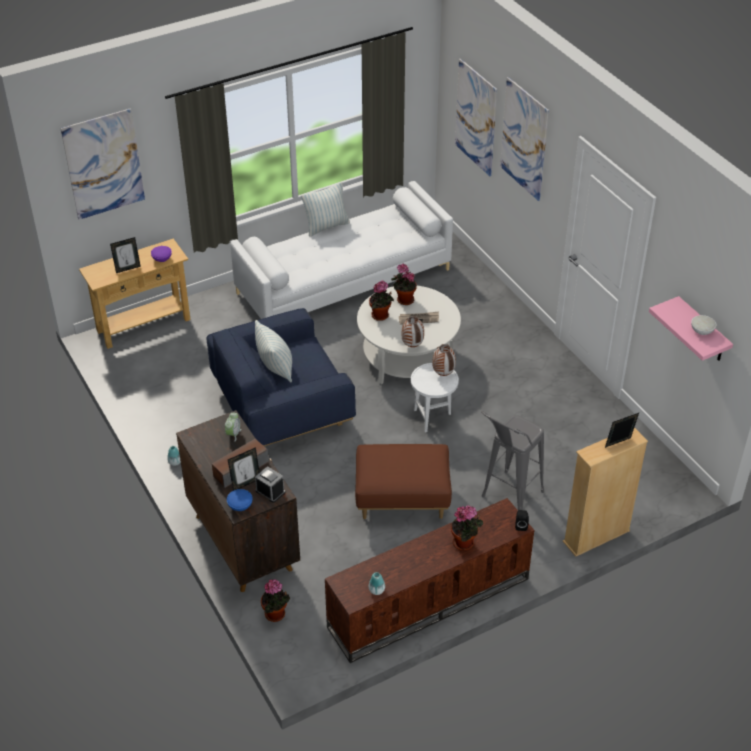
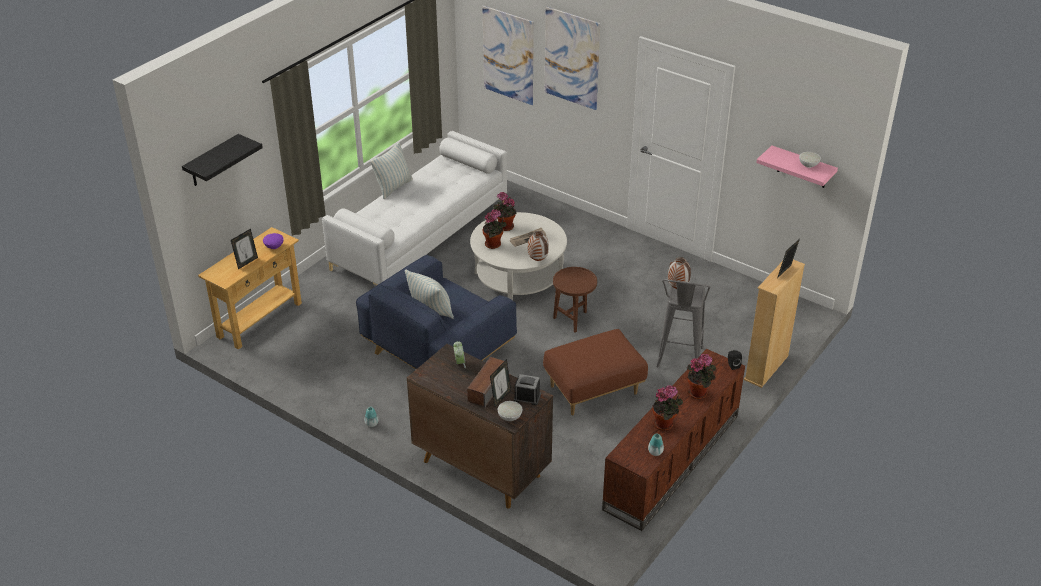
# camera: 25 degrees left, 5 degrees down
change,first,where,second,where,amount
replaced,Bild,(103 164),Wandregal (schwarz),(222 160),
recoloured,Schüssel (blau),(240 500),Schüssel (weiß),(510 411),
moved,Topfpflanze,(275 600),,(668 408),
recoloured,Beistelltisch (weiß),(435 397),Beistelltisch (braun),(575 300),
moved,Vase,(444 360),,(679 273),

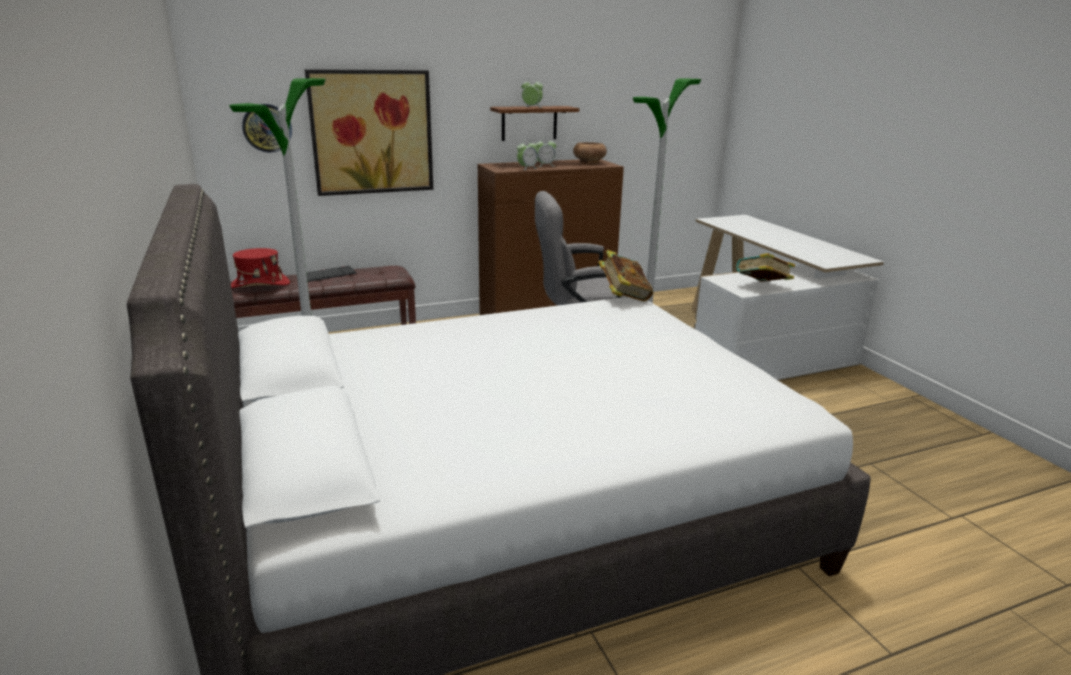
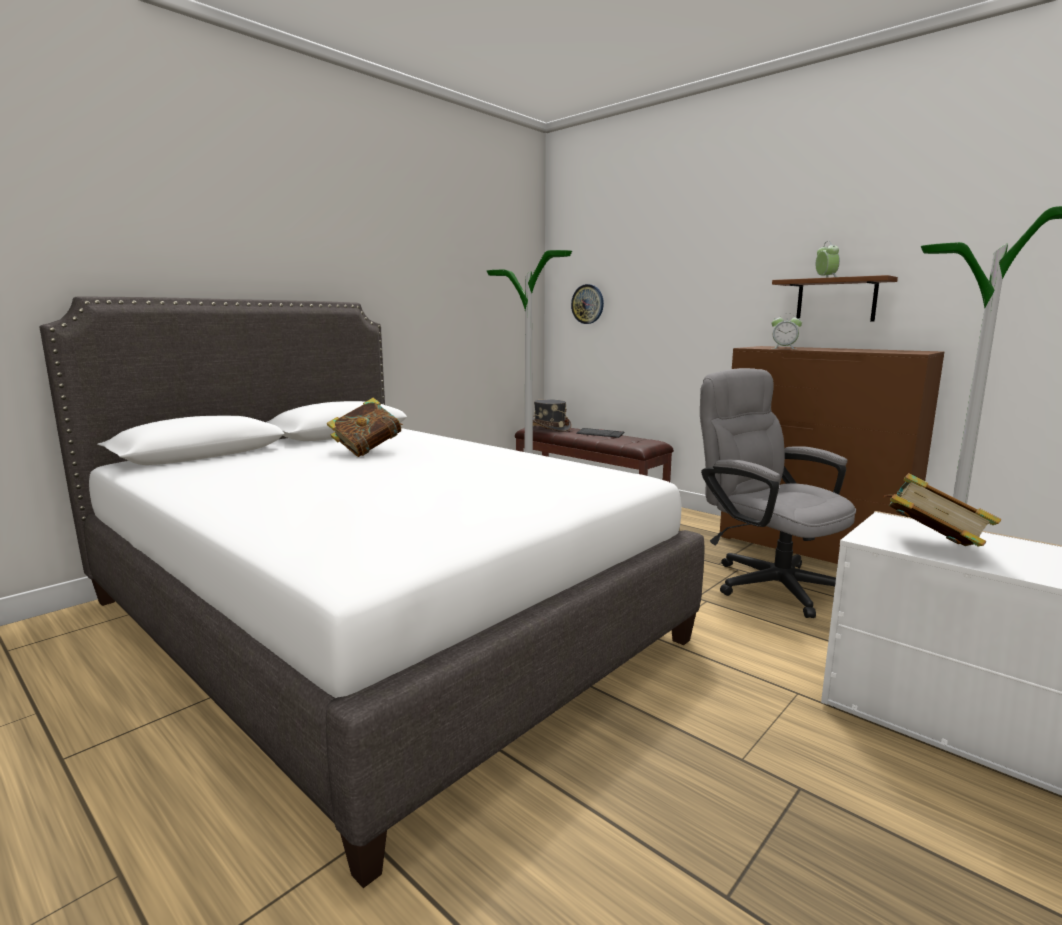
# camera: 65 degrees right, 10 degrees down
change,first,where,second,where,amount
recoloured,Hut (rot),(260 268),Hut (grau),(552 415),
removed,Bild,(369 132),,,
removed,Wecker,(546 152),,,
removed,Schüssel (braun),(590 153),,,
moved,Buch,(626 276),,(365 427),

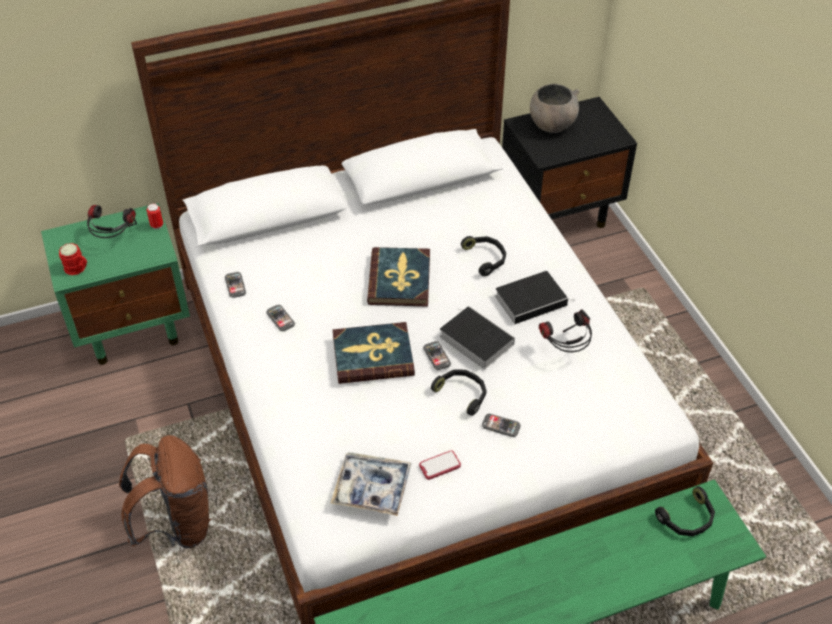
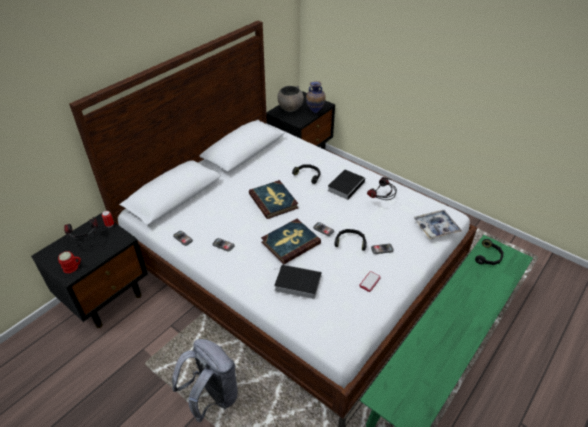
# camera: 30 degrees left, 5 degrees down
change,first,where,second,where,amount
recoloured,Nachttisch (grün),(115 284),Nachttisch (schwarz),(89 270),
recoloured,Rucksack (braun),(165 491),Rucksack (grau),(205 380),
moved,Tablett,(371 484),,(438 224),
moved,Buch,(477 337),,(297 281),
added,,,Vase,(316 97),

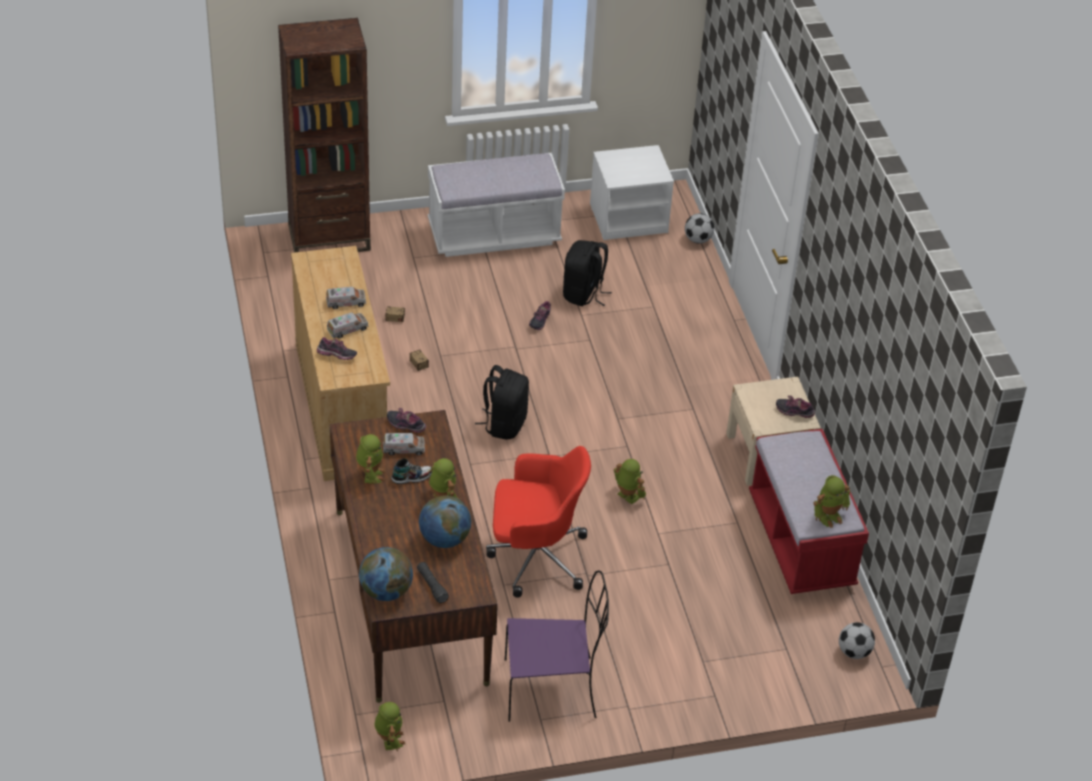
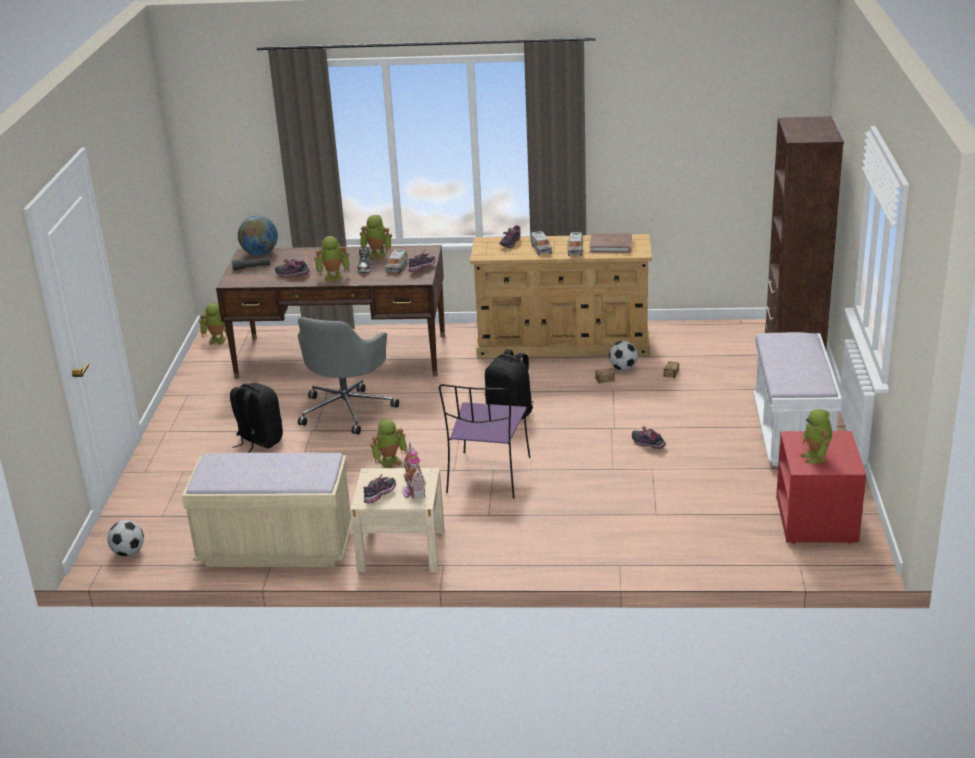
# camera: 110 degrees right, 15 degrees down
change,first,where,second,where,amount
replaced,Globus,(445 521),Schuh,(292 268),
recoloured,Bürostuhl (rot),(538 522),Bürostuhl (grau),(348 375),
moved,Stuhl (lila),(557 646),,(484 441),
moved,Rucksack (schwarz),(587 273),,(256 418),
recoloured,Nachttisch (weiß),(632 192),Nachttisch (rot),(821 487),
moved,Fußball,(699 228),,(623 356),
recoloured,Bank (rot),(809 511),Bank (beige),(267 510),
moved,Spielzeugroboter,(831 501),,(816 436),
added,,,Spielzeughaus,(414 470),
added,,,Buch (braun),(611 243),

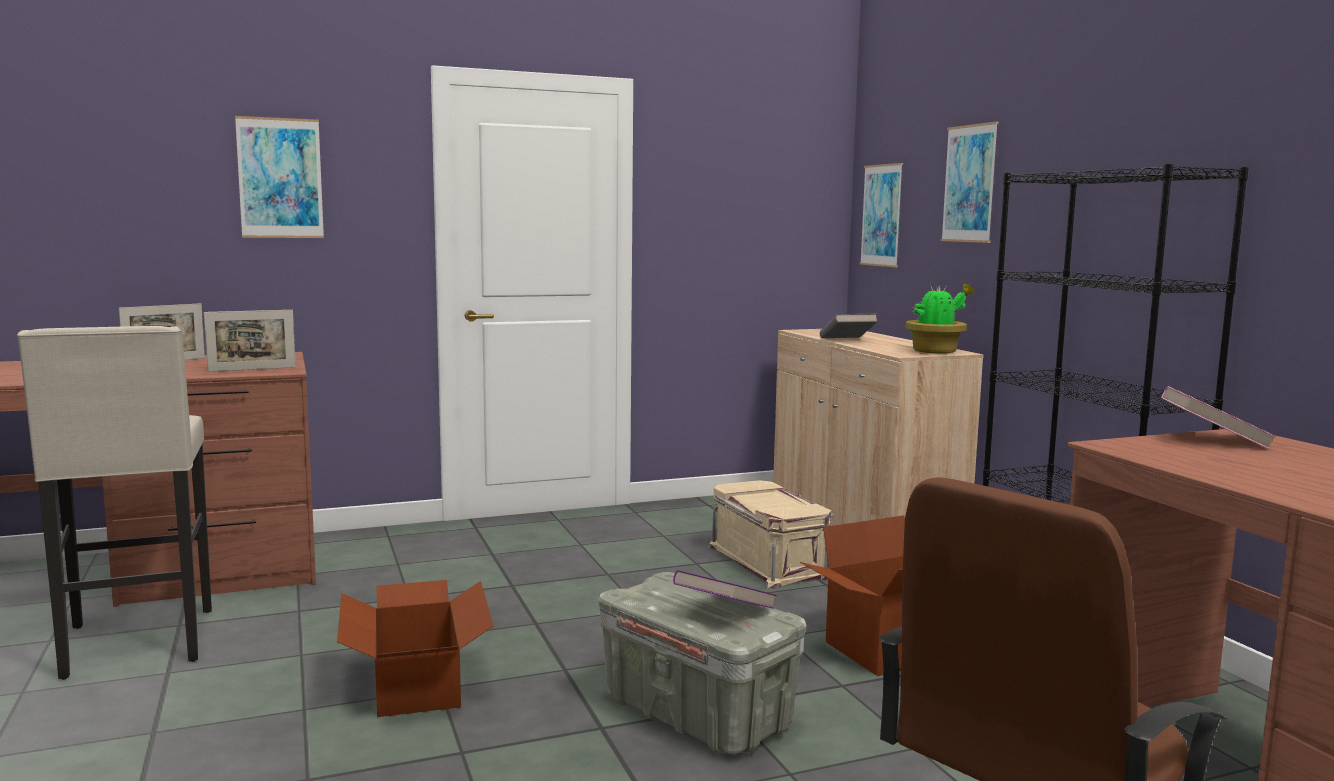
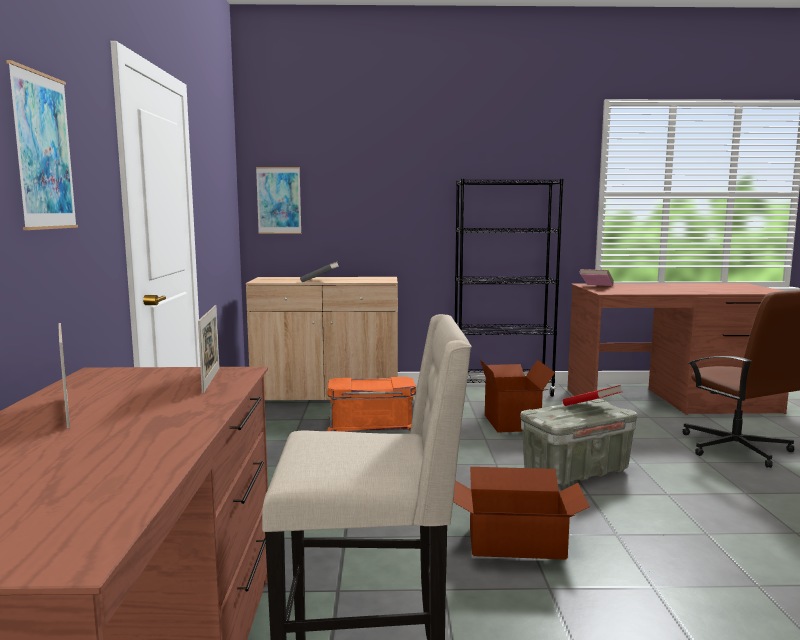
# camera: 70 degrees left, 0 degrees up
change,first,where,second,where,amount
recoloured,Buch (lila),(725 589),Buch (rot),(592 395),
recoloured,Aufbewahrungsbox (beige),(770 535),Aufbewahrungsbox (orange),(371 404),
removed,Topfpflanze,(940 318),,,
removed,Bild,(970 182),,,

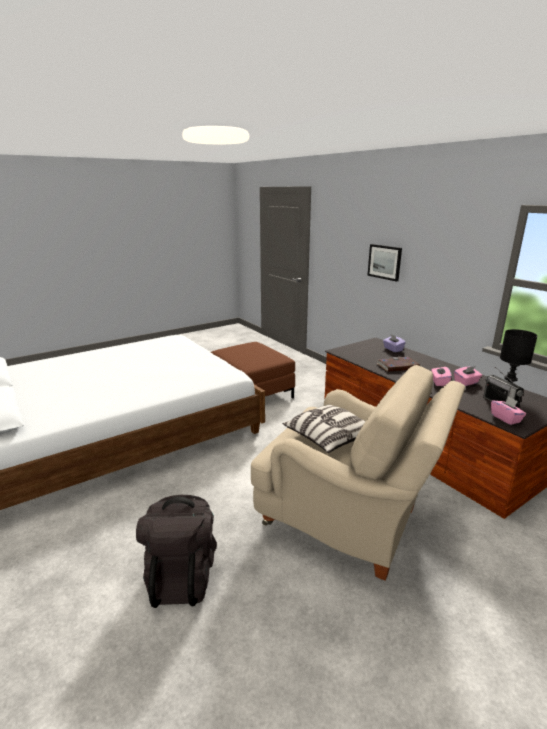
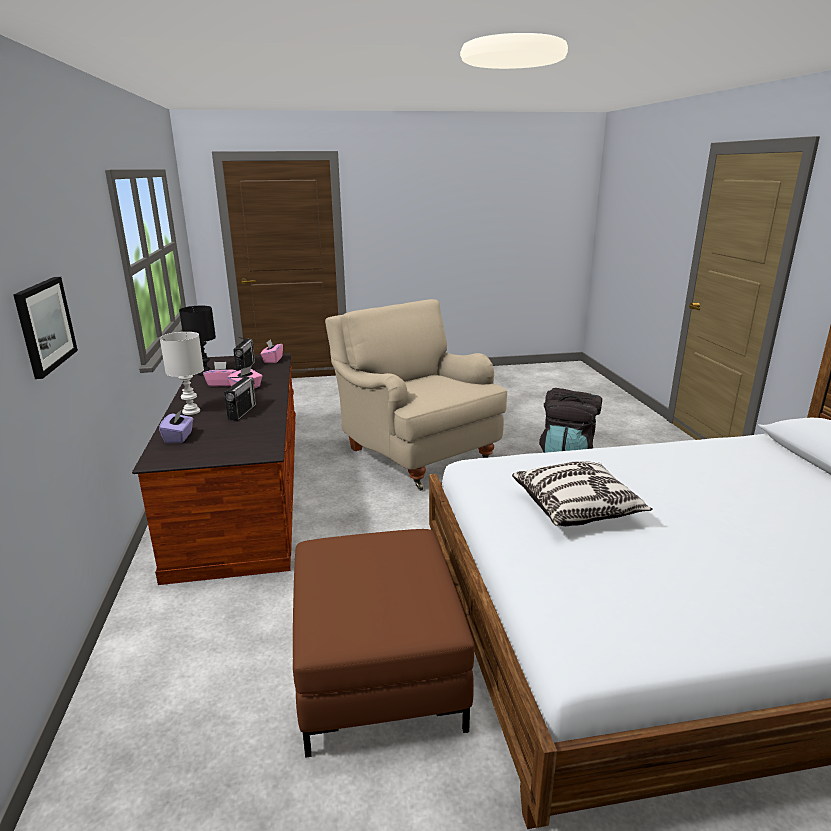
# camera: 155 degrees left, 0 degrees up
change,first,where,second,where,amount
moved,Kissen,(324 428),,(582 493),
replaced,Buch,(398 364),Radio,(240 398),
added,,,Tischlampe (weiß),(182 373),

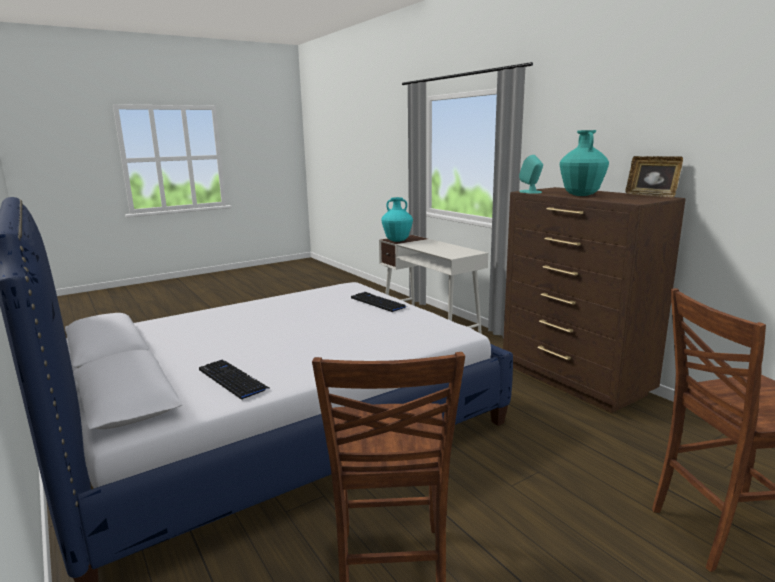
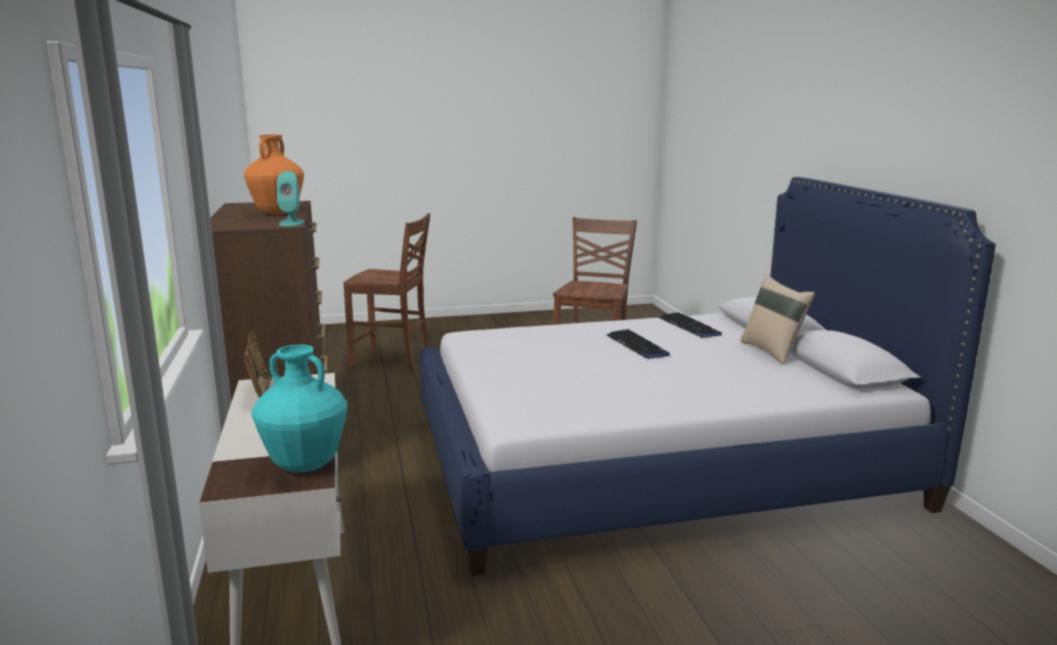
# camera: 160 degrees left, 0 degrees up
change,first,where,second,where,amount
moved,Tastatur,(378 302),,(638 344),
recoloured,Vase (türkis),(584 163),Vase (orange),(274 175),
moved,Bilderrahmen,(654 176),,(258 363),
added,,,Kissen (beige),(777 320),

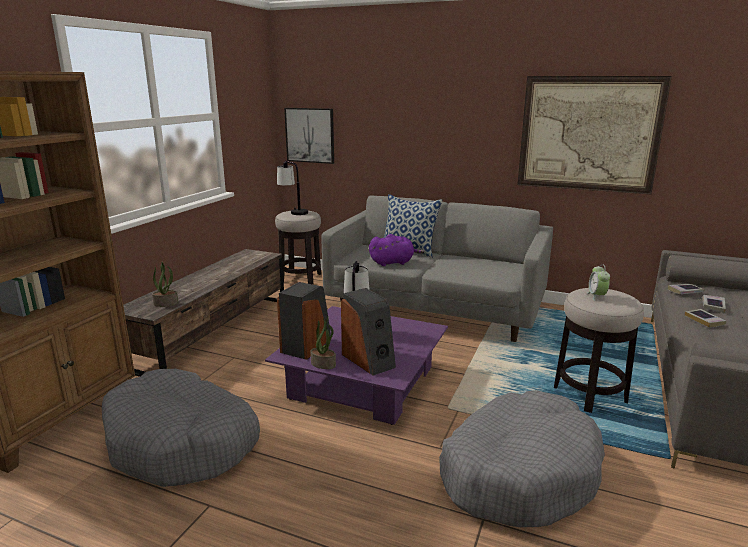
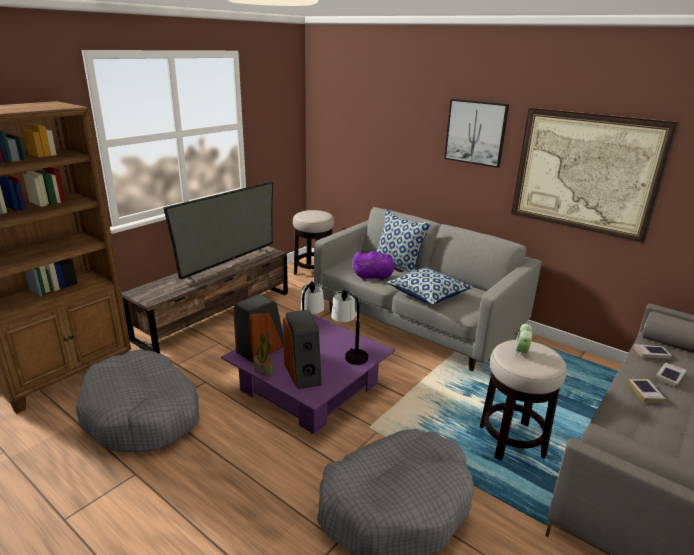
# camera: 15 degrees right, 5 degrees up
change,first,where,second,where,amount
removed,Topfpflanze,(165 284),,,
moved,Tischlampe,(292 188),,(349 327),
moved,Bild,(309 136),,(476 133),
added,,,Fernseher,(218 233),
added,,,Kissen,(429 286),

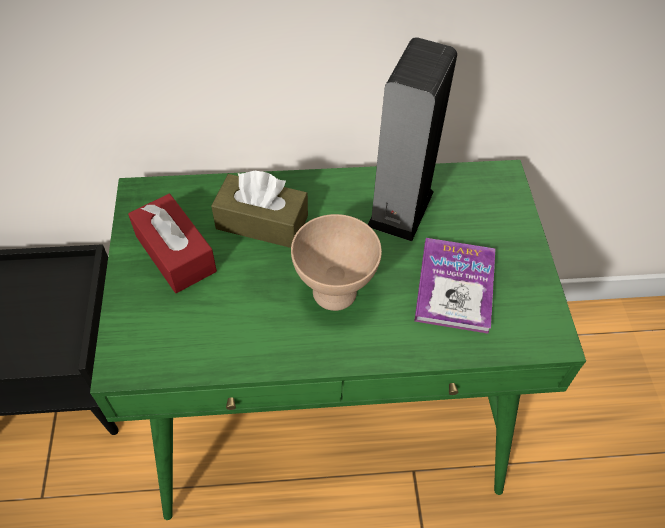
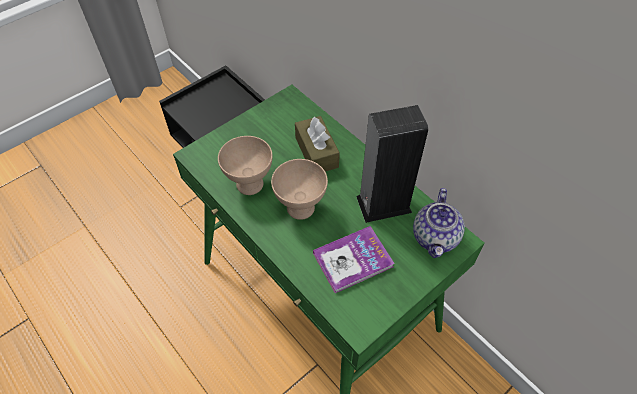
# camera: 55 degrees right, 0 degrees up
change,first,where,second,where,amount
removed,Taschentuchbox (rot),(172 243),,,
added,,,Schüssel (beige),(245 165),
added,,,Teekanne,(439 223),

